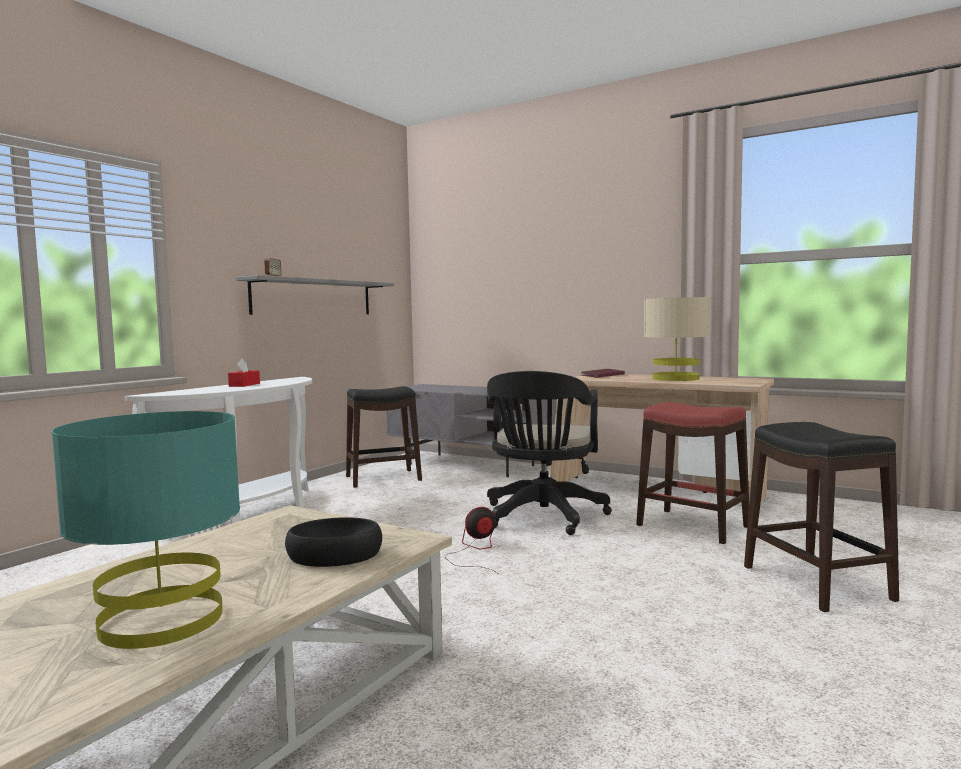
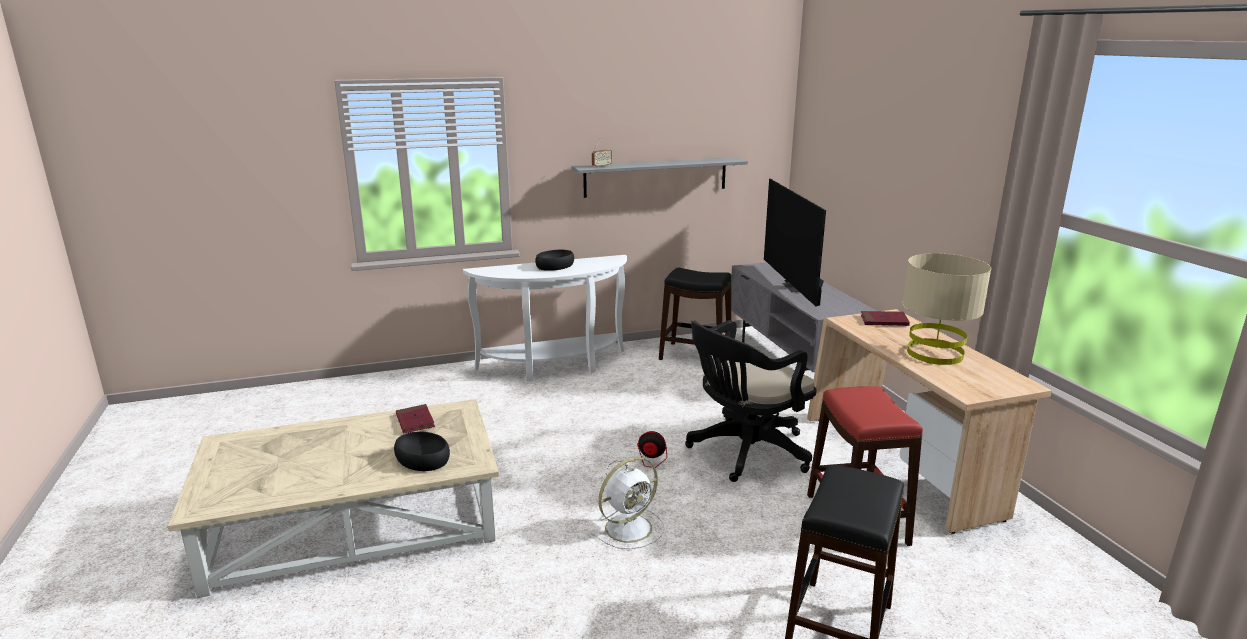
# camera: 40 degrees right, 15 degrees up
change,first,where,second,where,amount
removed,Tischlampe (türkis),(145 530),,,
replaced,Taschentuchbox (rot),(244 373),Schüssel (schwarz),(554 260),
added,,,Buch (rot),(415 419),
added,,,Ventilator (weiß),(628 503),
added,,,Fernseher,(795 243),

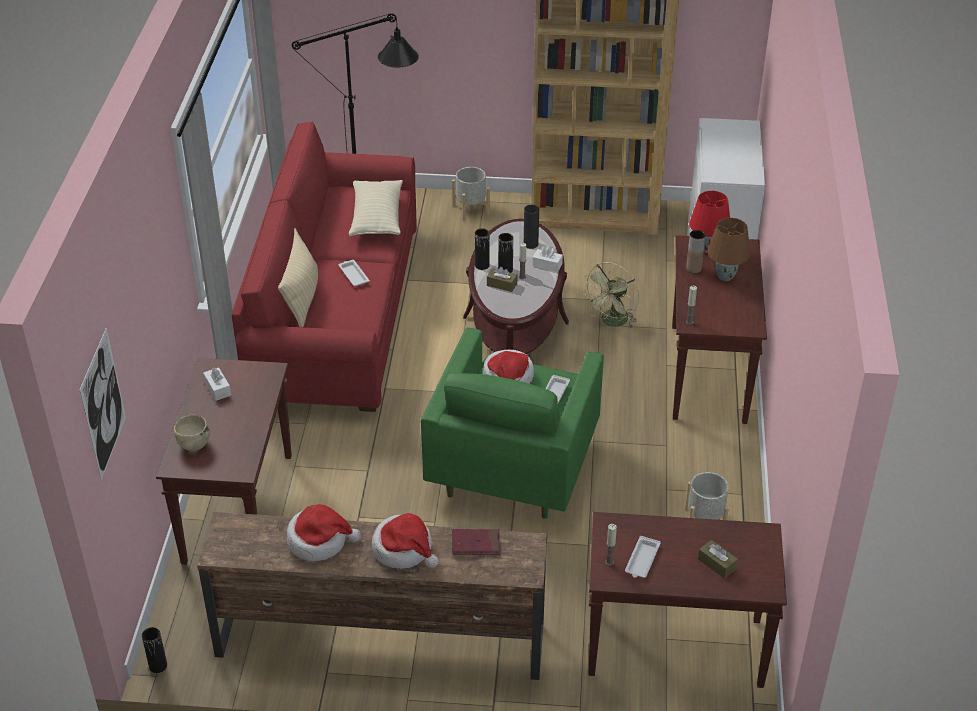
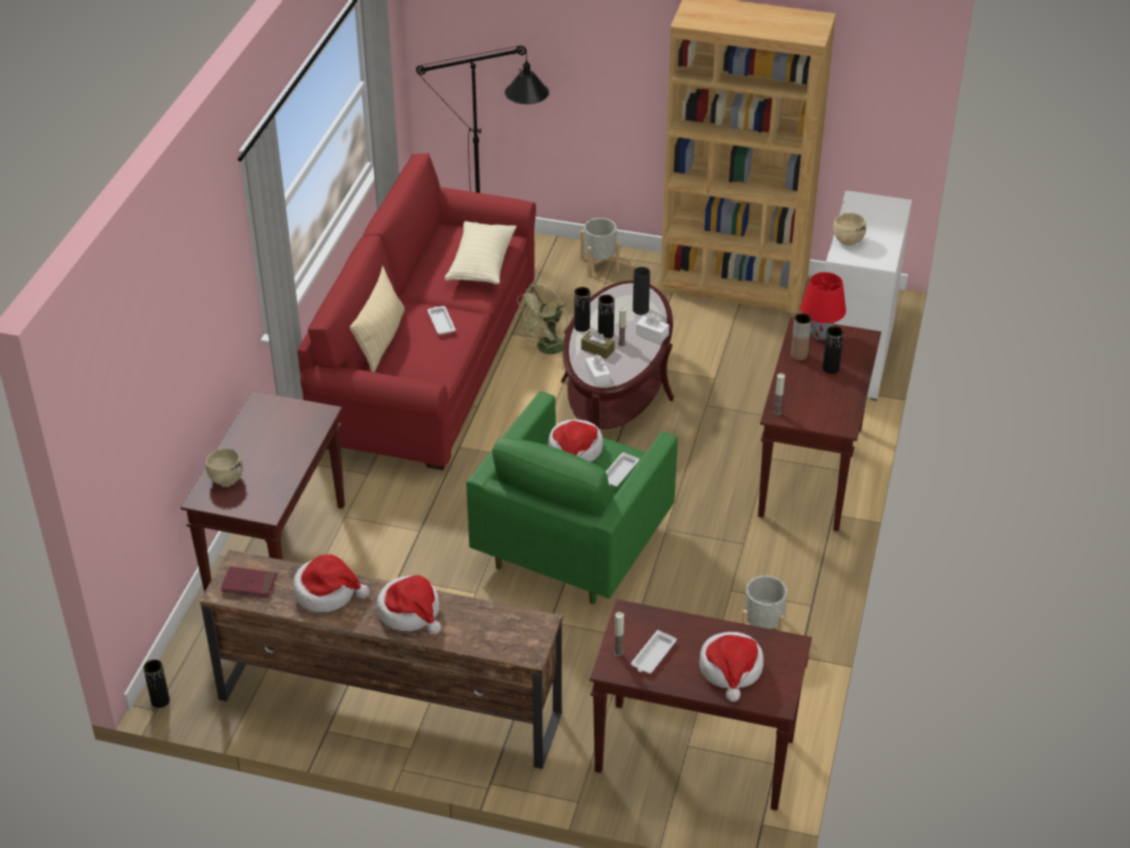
# camera: 10 degrees right, 0 degrees up
change,first,where,second,where,amount
removed,Bild,(103 404),,,
moved,Taschentuchbox (weiß),(217 384),,(597 370),
moved,Buch (rot),(476 542),,(249 582),
moved,Ventilator (grün),(610 295),,(541 319),
replaced,Taschentuchbox (braun),(718 559),Hut,(731 667),
replaced,Tischlampe (braun),(728 249),Vase (schwarz),(833 350),
added,,,Schüssel (beige),(849 229),

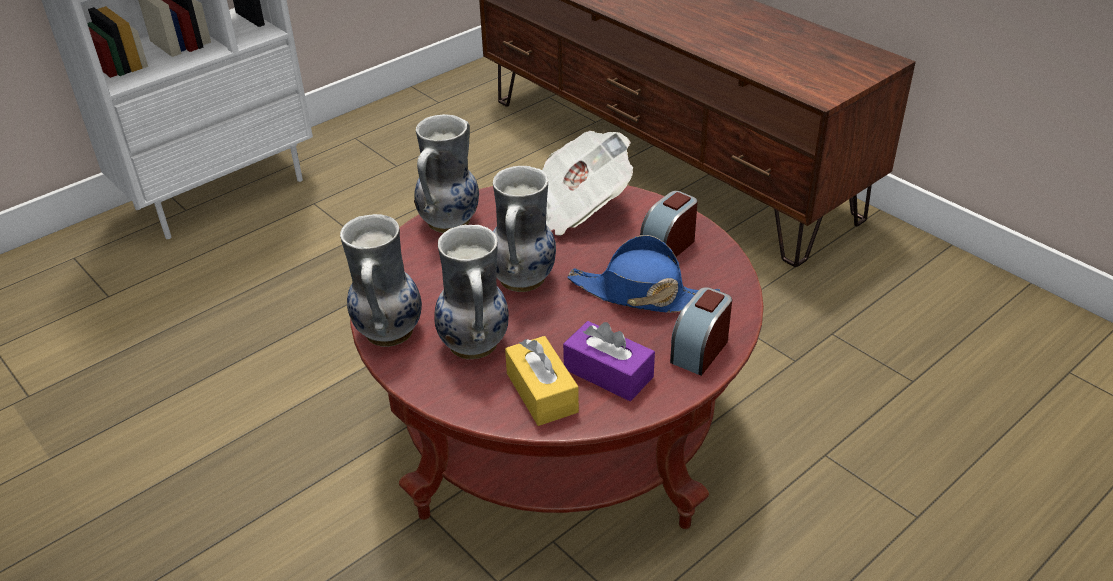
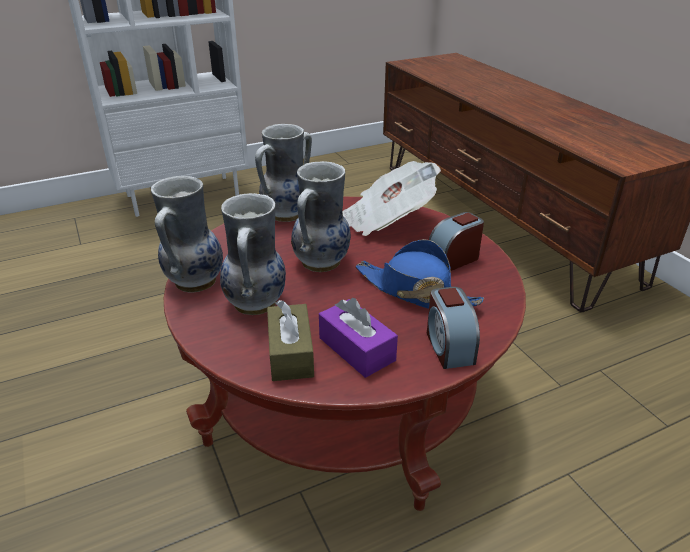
# camera: 15 degrees right, 5 degrees down
change,first,where,second,where,amount
recoloured,Taschentuchbox (gelb),(542 381),Taschentuchbox (braun),(290 340),
turned,Wecker,(701 331),,(453 328),60 degrees counterclockwise

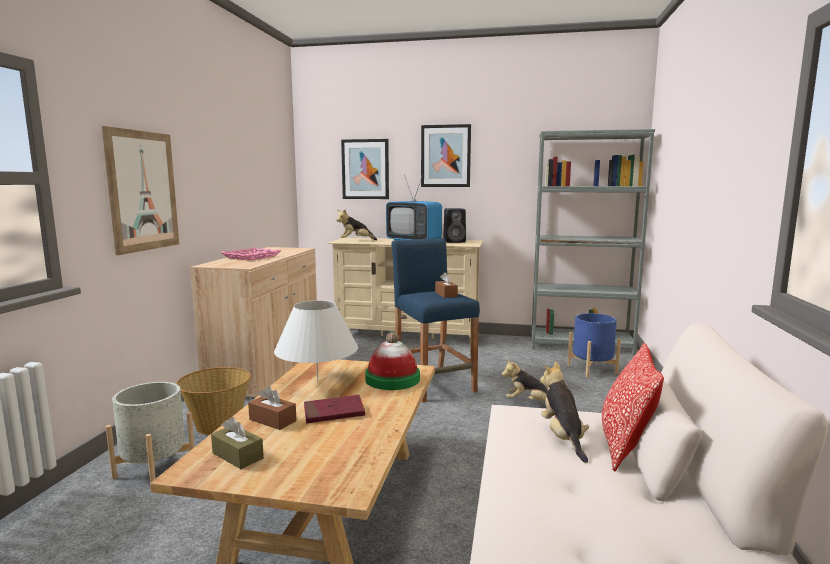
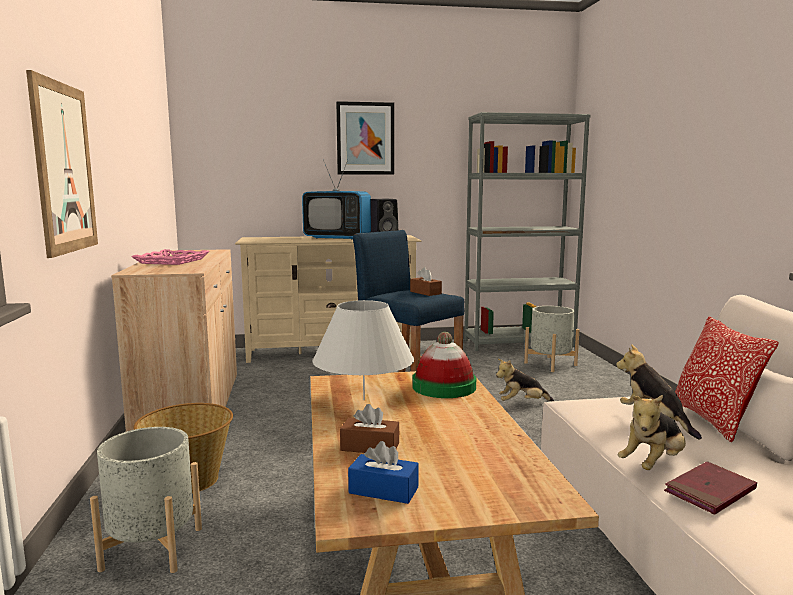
# camera: 20 degrees left, 0 degrees up
change,first,where,second,where,amount
recoloured,Taschentuchbox (braun),(237 443),Taschentuchbox (blau),(383 472),
moved,Buch (rot),(334 409),,(710 487),
moved,Plüschtier,(356 224),,(652 432),
removed,Bild,(365 169),,,
recoloured,Pflanzkübel (blau),(594 345),Pflanzkübel (grau),(552 339),

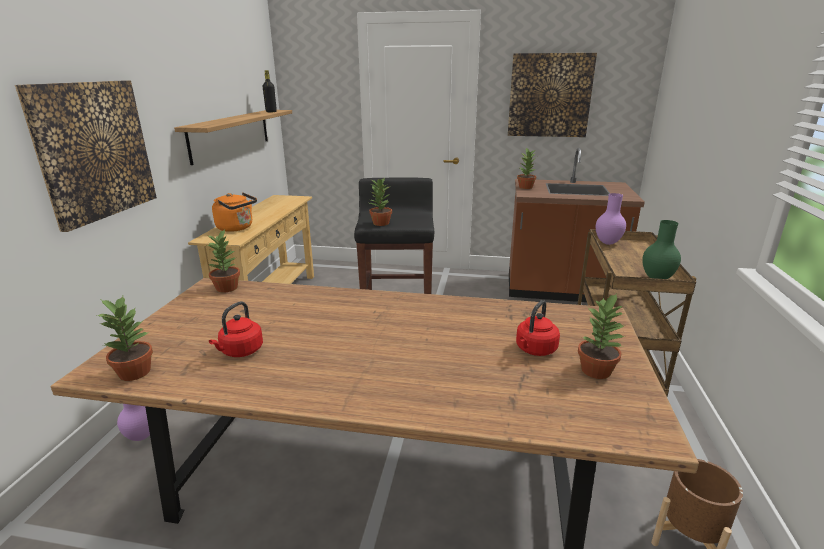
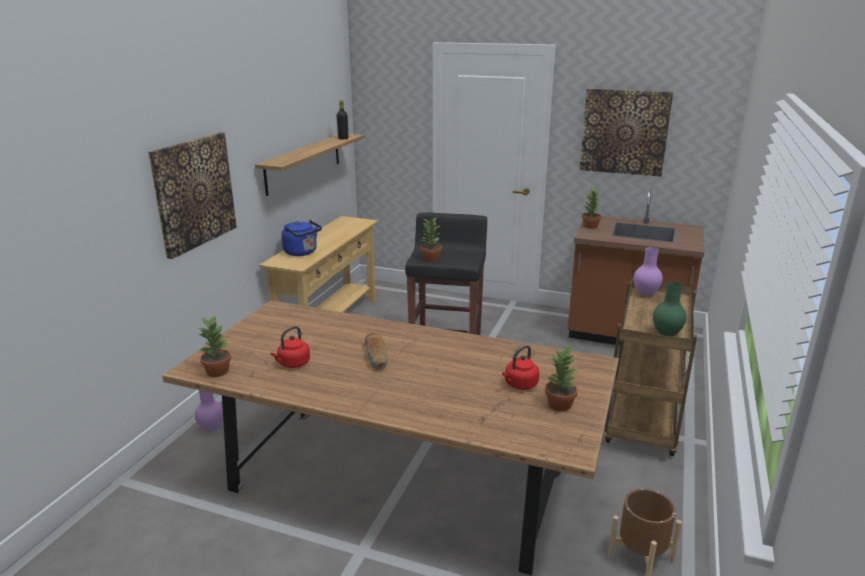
# camera: 10 degrees right, 0 degrees up
change,first,where,second,where,amount
removed,Topfpflanze,(223 261),,,
recoloured,Wasserkessel (orange),(234 212),Wasserkessel (blau),(302 238),
added,,,Brot,(376 350),

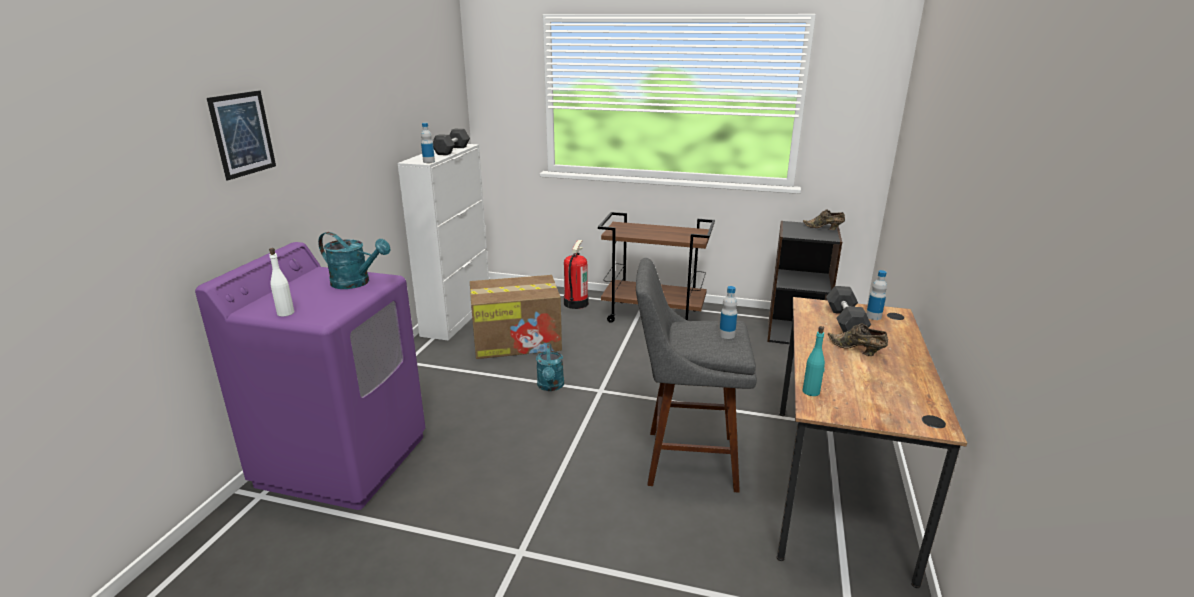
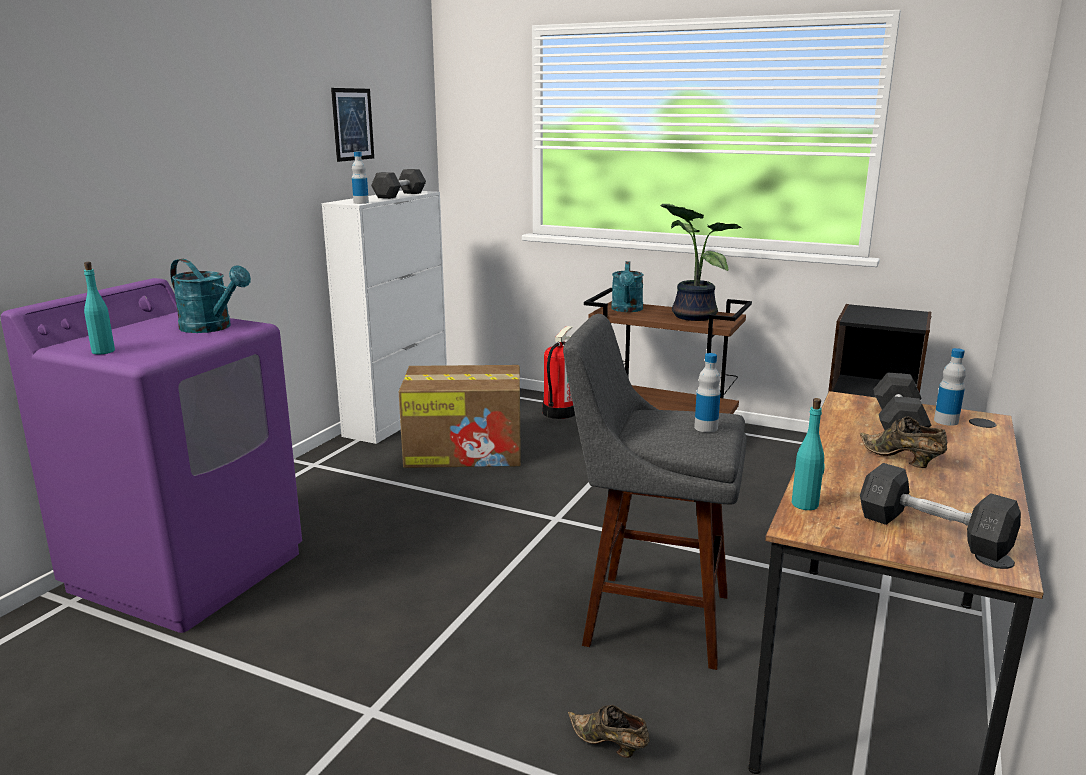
# camera: 10 degrees right, 5 degrees down
change,first,where,second,where,amount
moved,Bild,(241 135),,(352 125),
recoloured,Flasche (weiß),(281 282),Flasche (türkis),(99 308),
moved,Gießkanne (türkis),(550 367),,(627 286),
moved,Schuh (braun),(824 219),,(608 731),
added,,,Topfpflanze,(701 262),
added,,,Hantel (grau),(940 512),

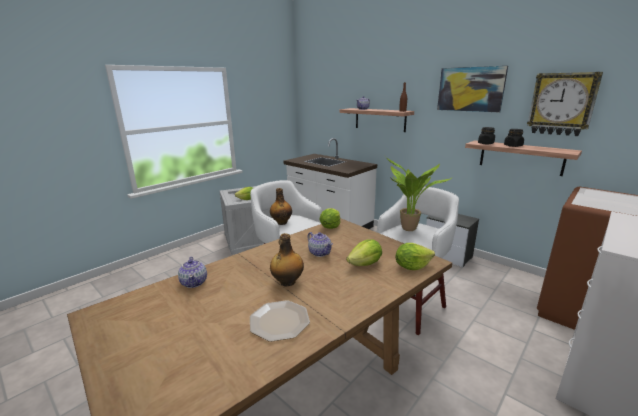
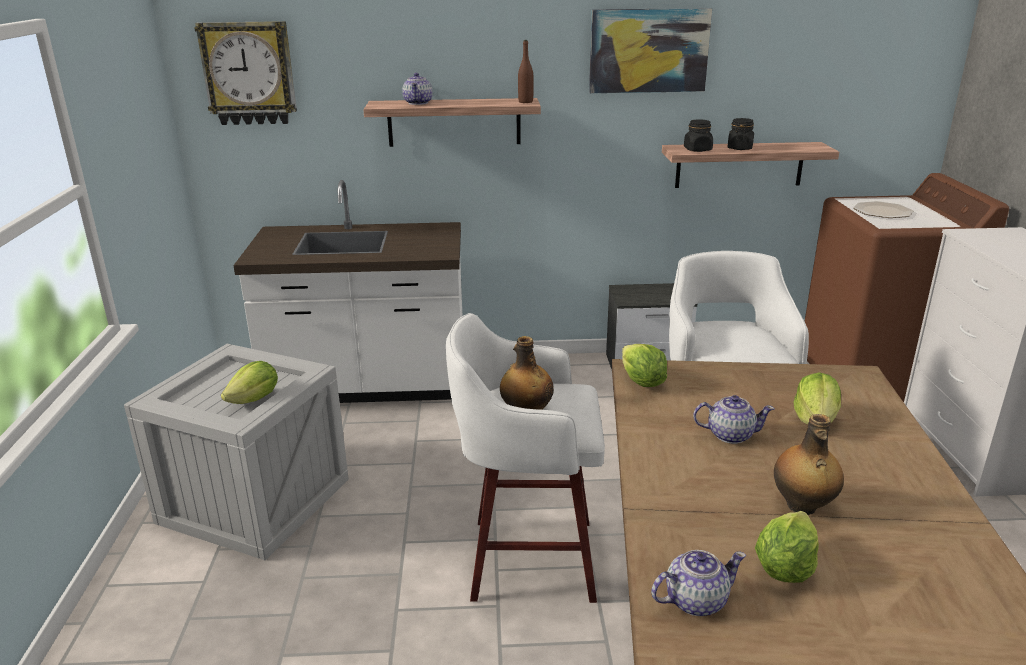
# camera: 45 degrees left, 5 degrees up
change,first,where,second,where,amount
turned,Teekanne,(192 272),,(698 583),45 degrees counterclockwise
moved,Teller,(280 321),,(883 209),
removed,Topfpflanze,(418 193),,,
moved,Salatkopf,(415 256),,(787 547),
moved,Wanduhr,(565 104),,(245 73),

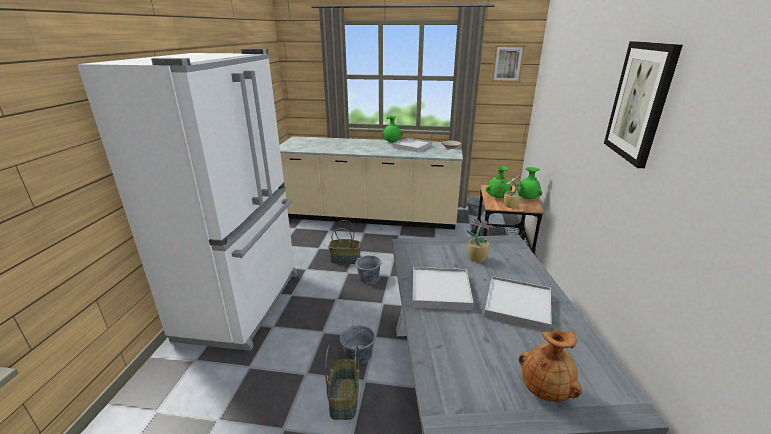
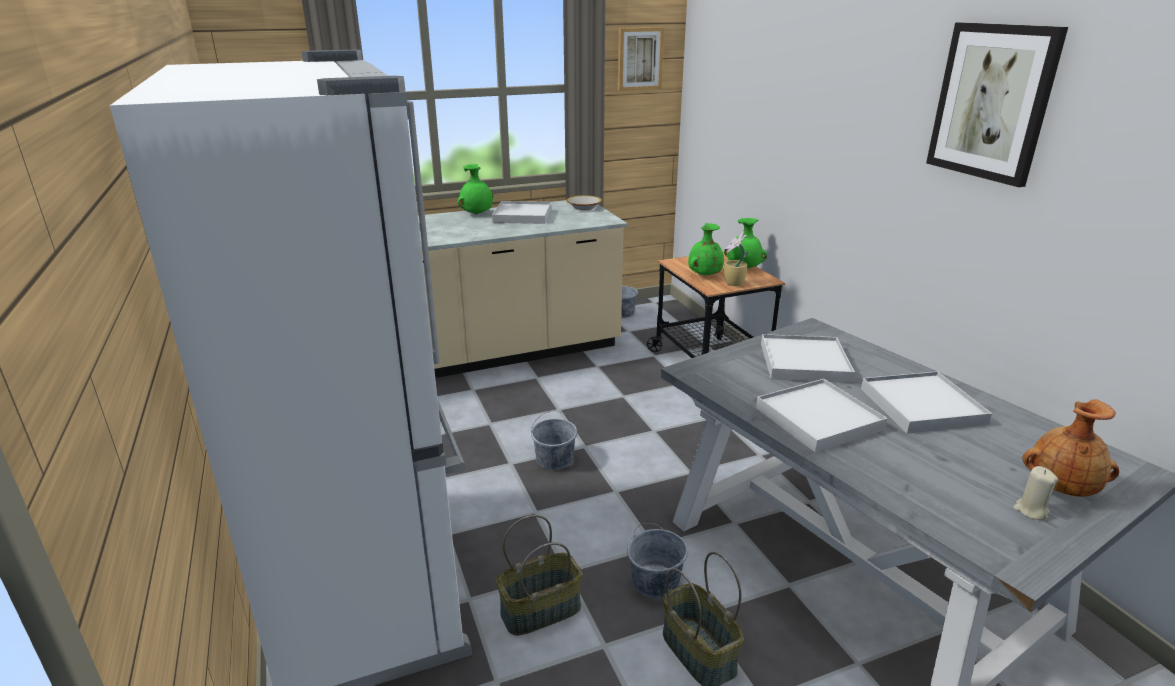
# camera: 30 degrees left, 0 degrees up
change,first,where,second,where,amount
moved,Korb,(344 242),,(539 575),
replaced,Topfpflanze,(480 240),Tablett (weiß),(808 358),
added,,,Kerze (beige),(1035 493),

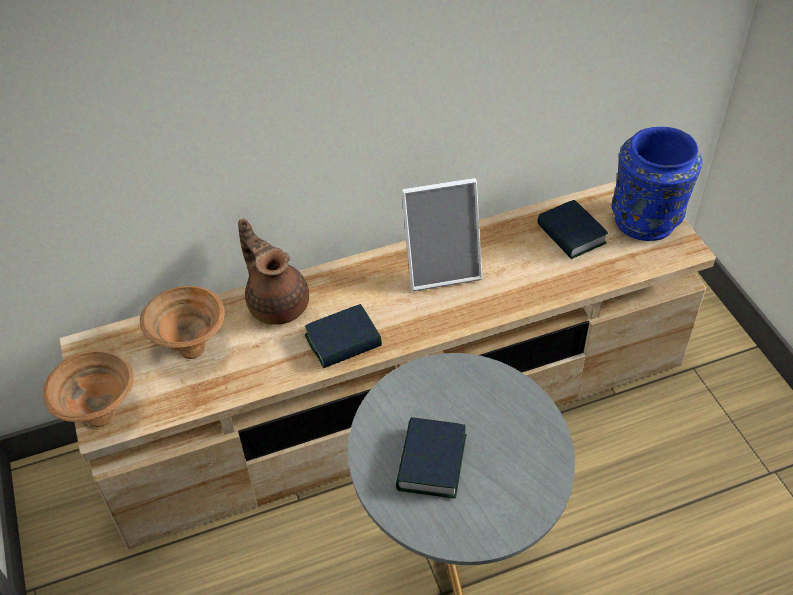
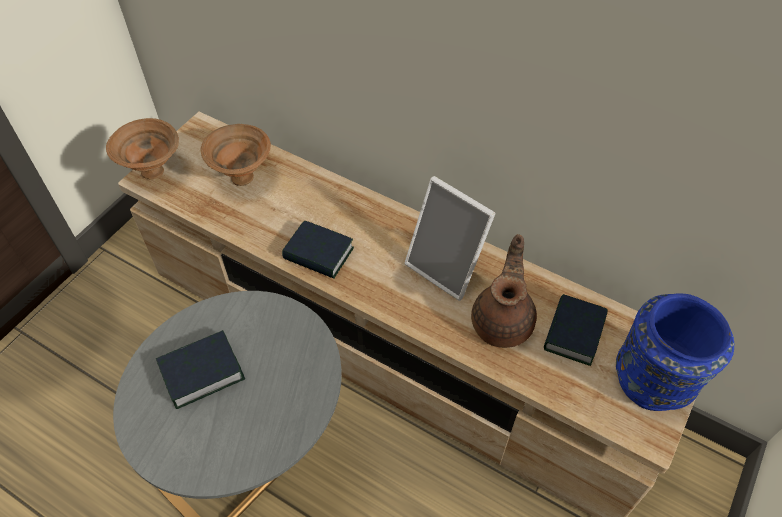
# camera: 50 degrees right, 5 degrees up
change,first,where,second,where,amount
moved,Teekanne (braun),(273 272),,(504 291),

